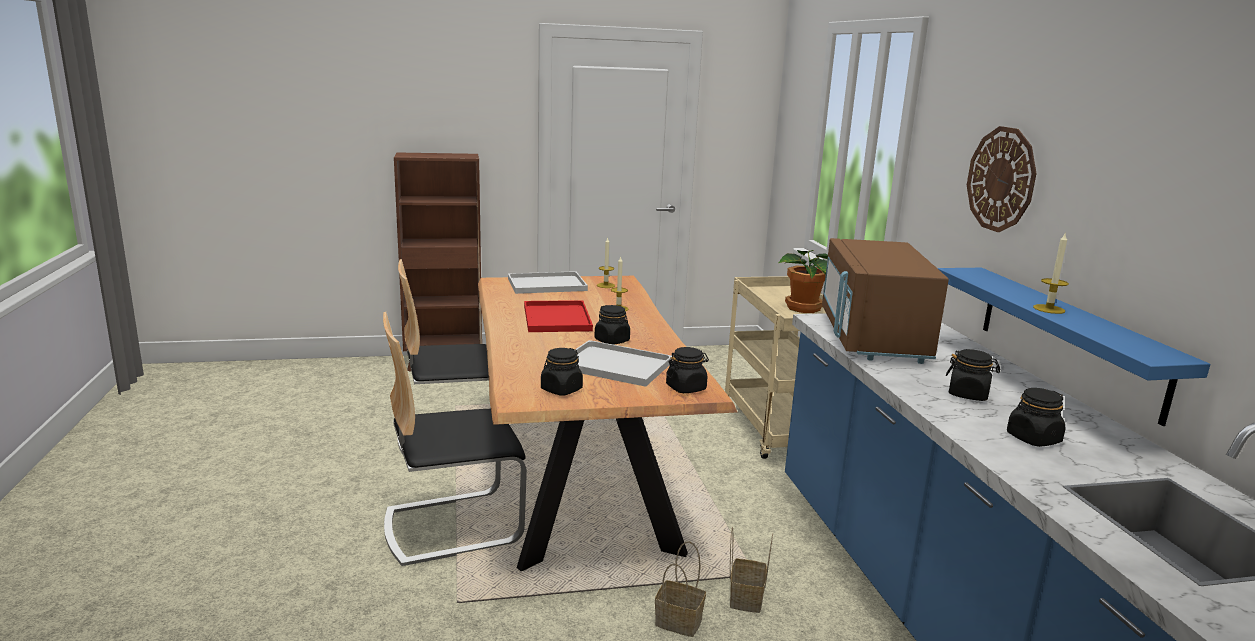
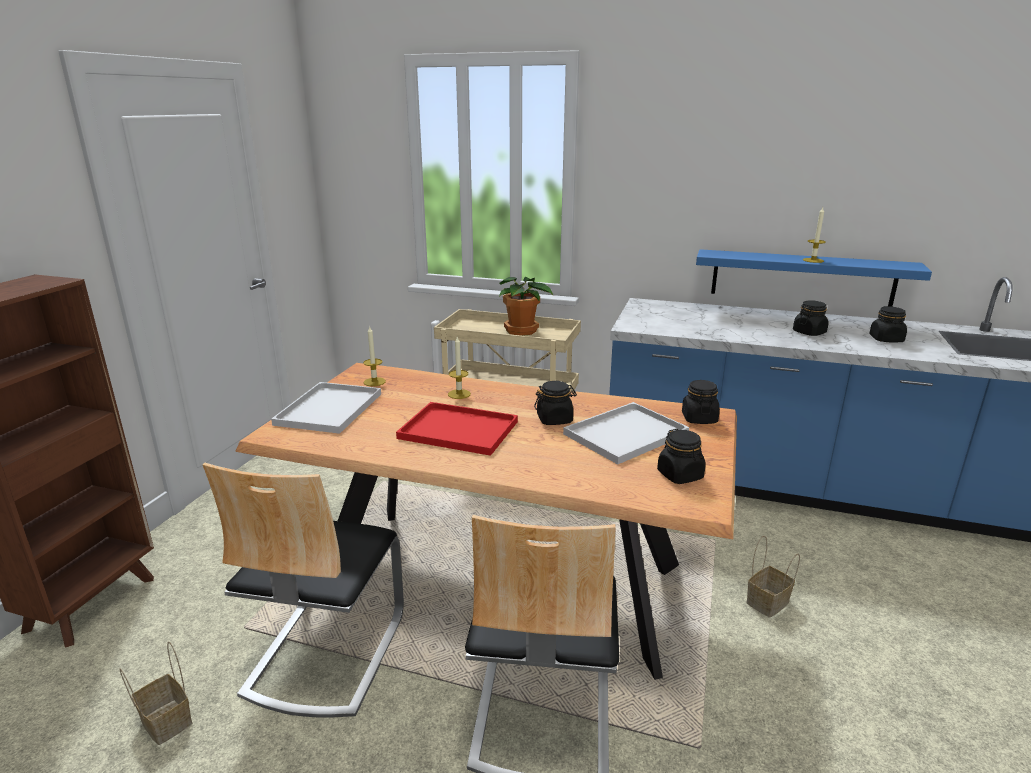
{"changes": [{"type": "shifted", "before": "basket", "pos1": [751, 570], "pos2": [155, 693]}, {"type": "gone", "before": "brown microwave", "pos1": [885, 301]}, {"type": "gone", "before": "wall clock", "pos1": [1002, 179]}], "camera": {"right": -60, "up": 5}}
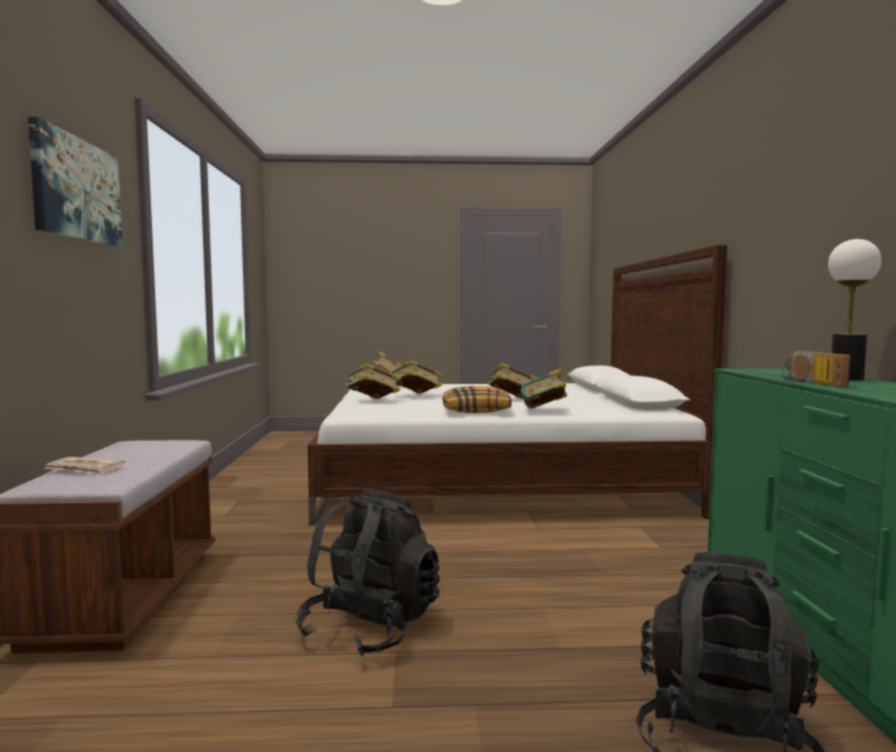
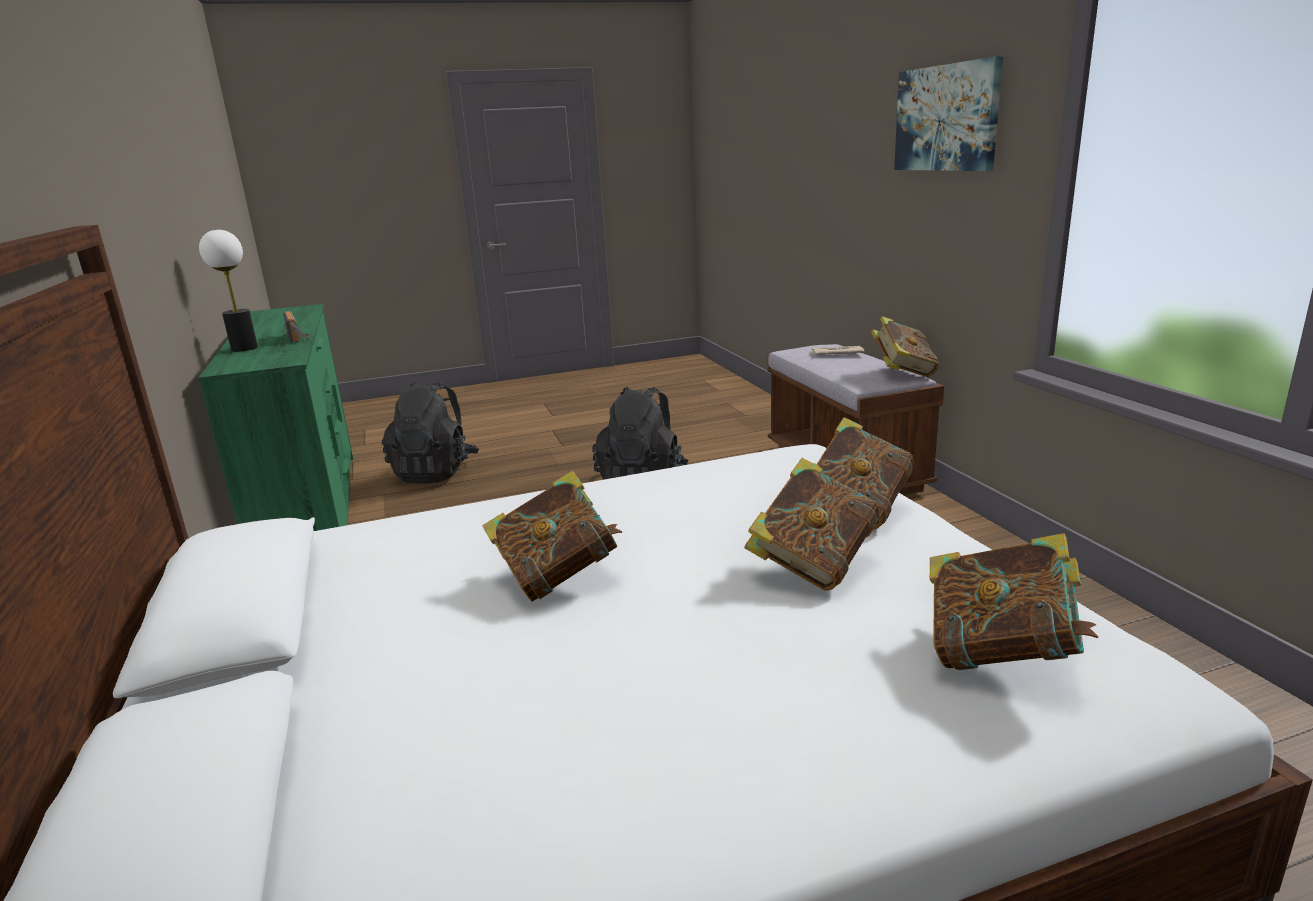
{"changes": [{"type": "gone", "before": "pillow", "pos1": [477, 399]}, {"type": "shifted", "before": "book", "pos1": [544, 389], "pos2": [905, 346]}], "camera": {"right": 165, "up": 15}}
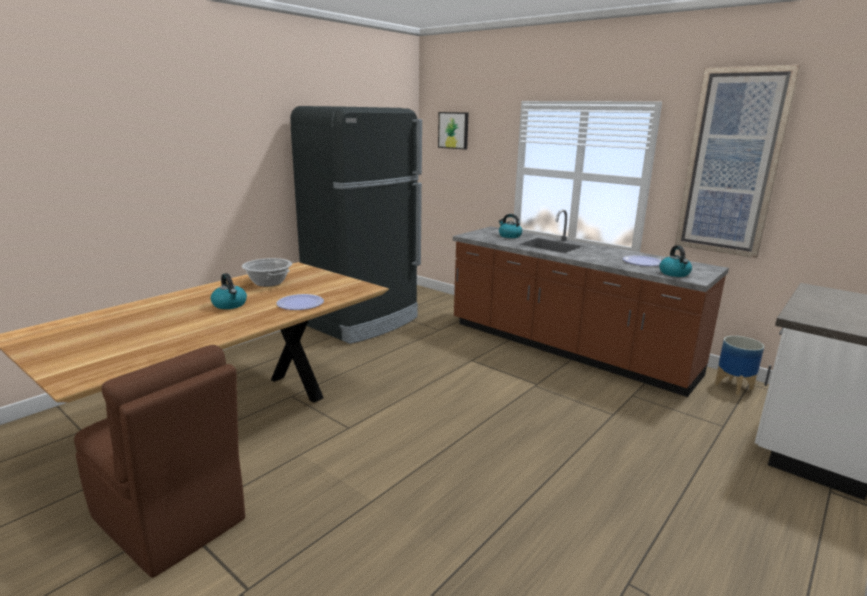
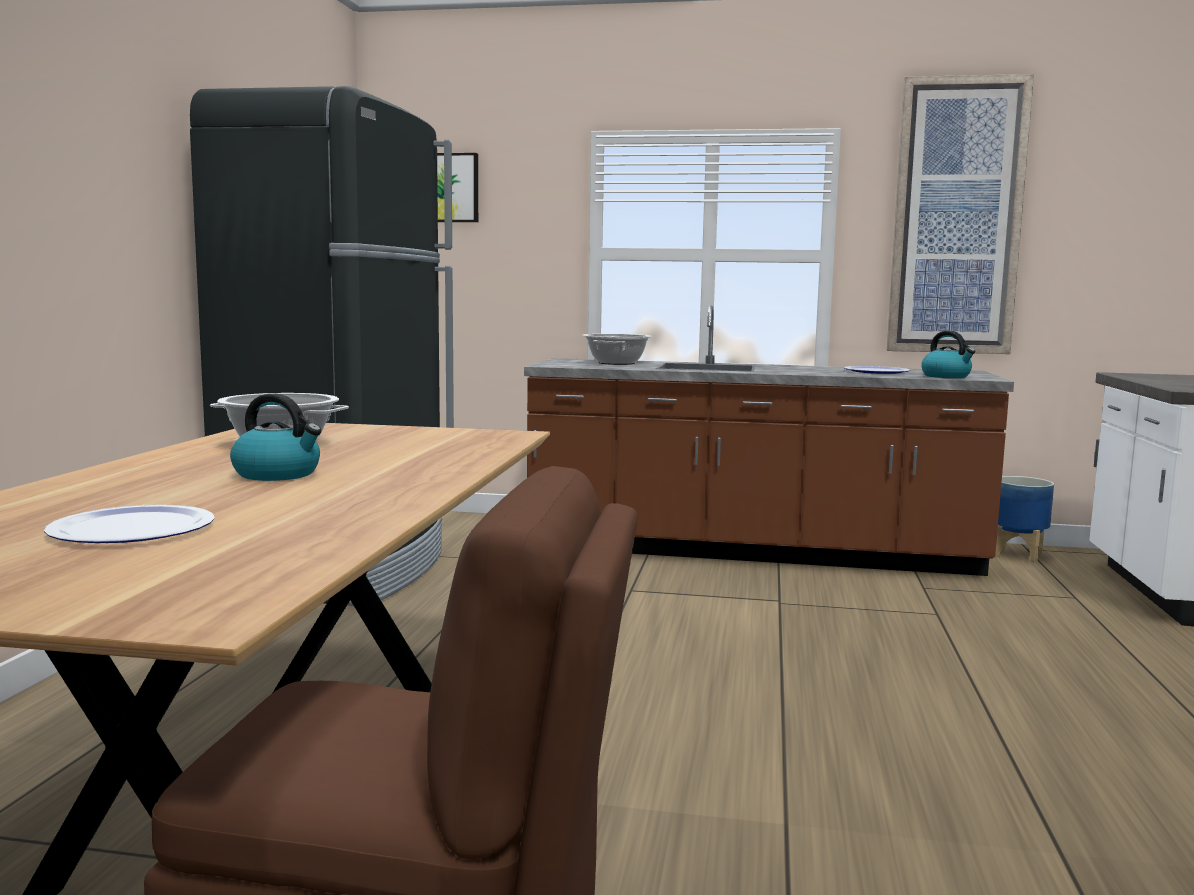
{"changes": [{"type": "shifted", "before": "plate", "pos1": [300, 302], "pos2": [129, 524]}, {"type": "swapped", "before": "kettle", "after": "cooking pot", "pos1": [510, 226], "pos2": [617, 349]}], "camera": {"right": -30, "up": -10}}
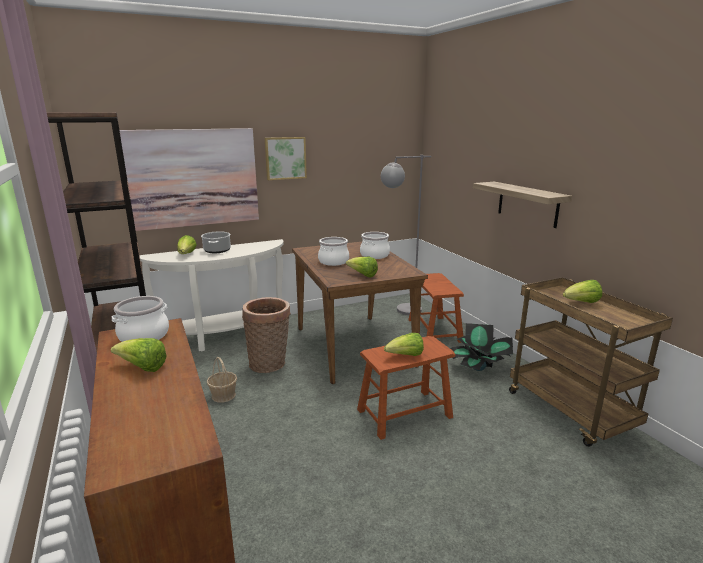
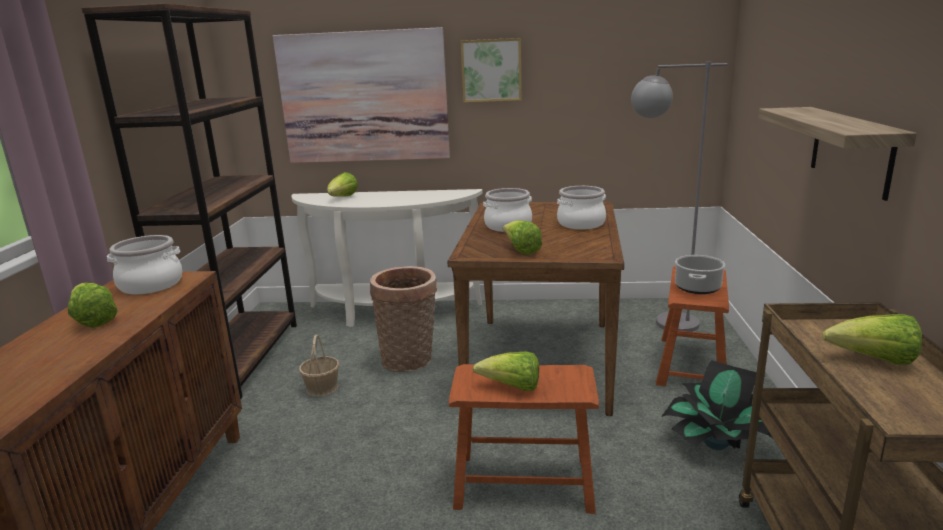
{"changes": [{"type": "shifted", "before": "cooking pot", "pos1": [216, 242], "pos2": [700, 274]}], "camera": {"right": 30, "up": 0}}
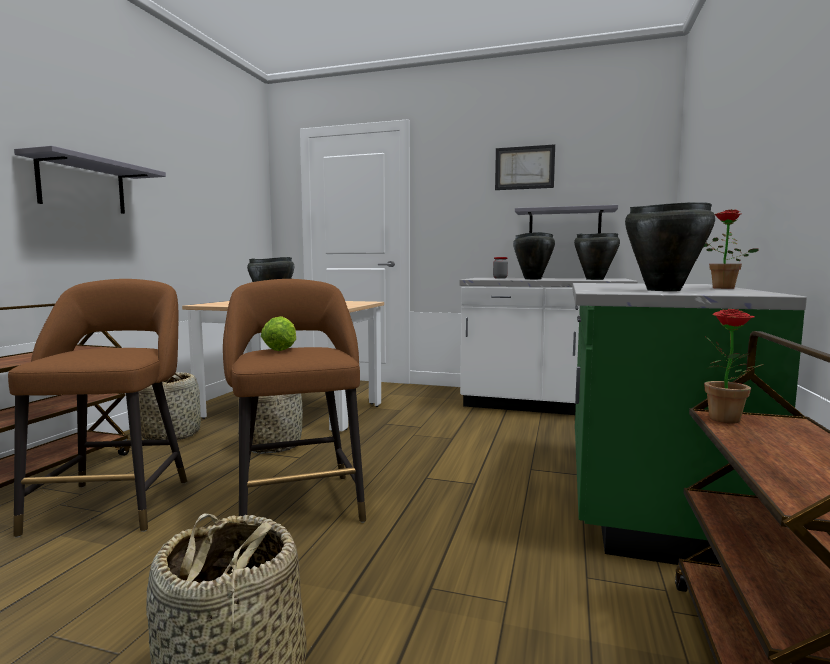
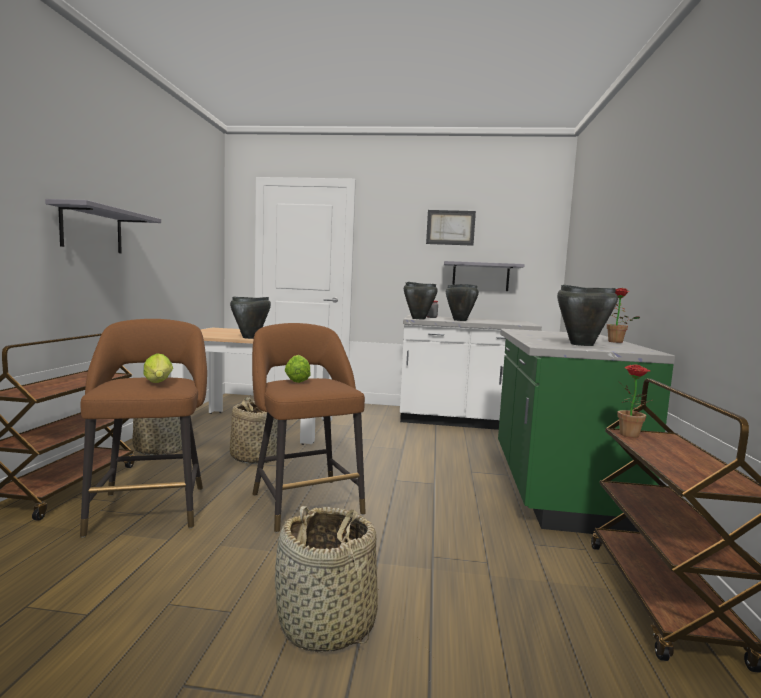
{"changes": [{"type": "shifted", "before": "black cooking pot", "pos1": [597, 256], "pos2": [421, 300]}, {"type": "new", "after": "lettuce", "pos2": [158, 368]}], "camera": {"right": -10, "up": 0}}
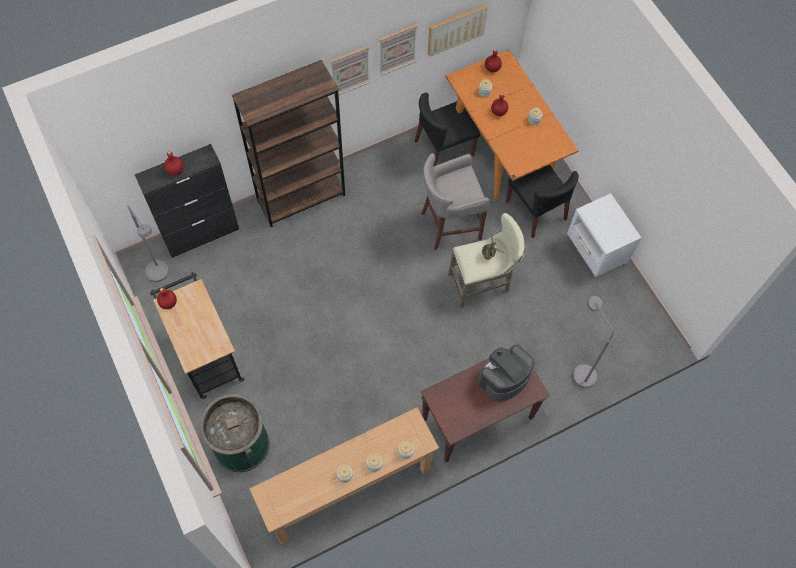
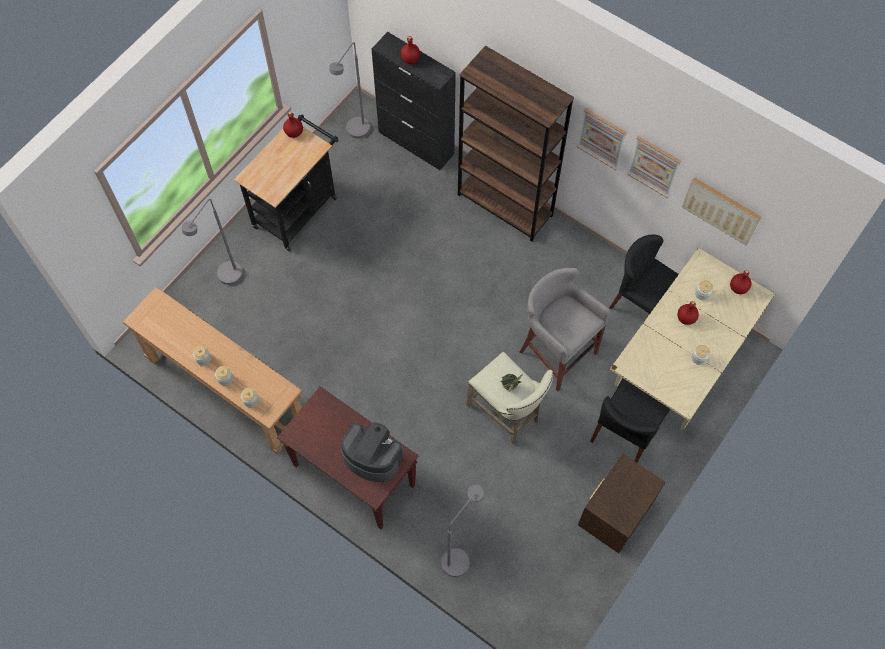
{"changes": [{"type": "swapped", "before": "green trash can", "after": "grey floor lamp", "pos1": [235, 433], "pos2": [212, 242]}, {"type": "repainted", "before": "orange dining table", "after": "beige dining table", "pos1": [512, 125], "pos2": [692, 339]}, {"type": "repainted", "before": "white nightstand", "after": "brown nightstand", "pos1": [604, 235], "pos2": [622, 503]}], "camera": {"right": 65, "up": 0}}
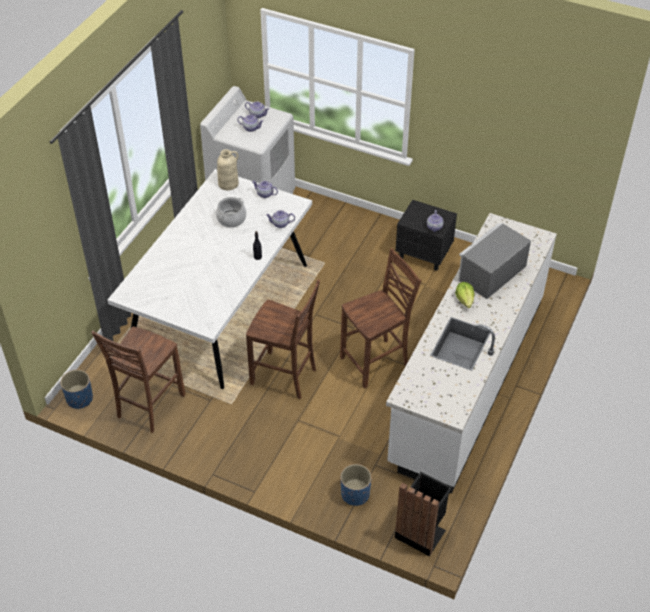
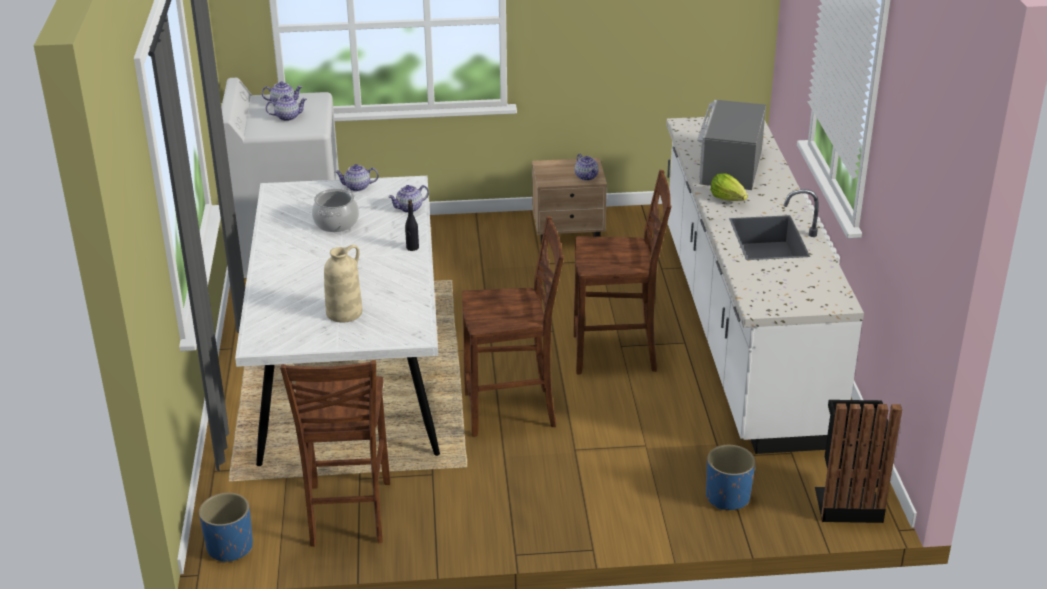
{"changes": [{"type": "shifted", "before": "beige vase", "pos1": [228, 169], "pos2": [343, 284]}, {"type": "rotated", "before": "brown chair", "pos1": [380, 318], "pos2": [622, 272], "turn": 60}, {"type": "repainted", "before": "black nightstand", "after": "beige nightstand", "pos1": [426, 235], "pos2": [569, 200]}], "camera": {"right": -30, "up": -15}}
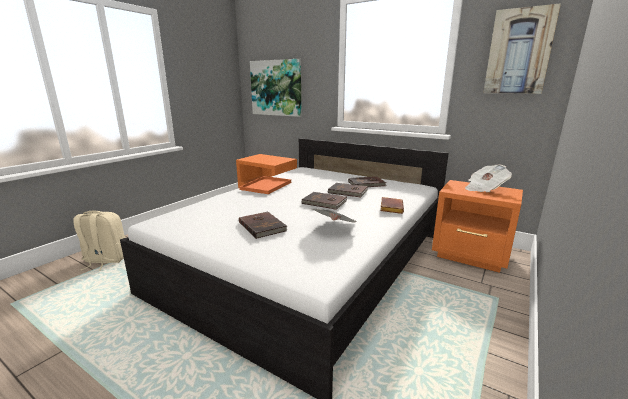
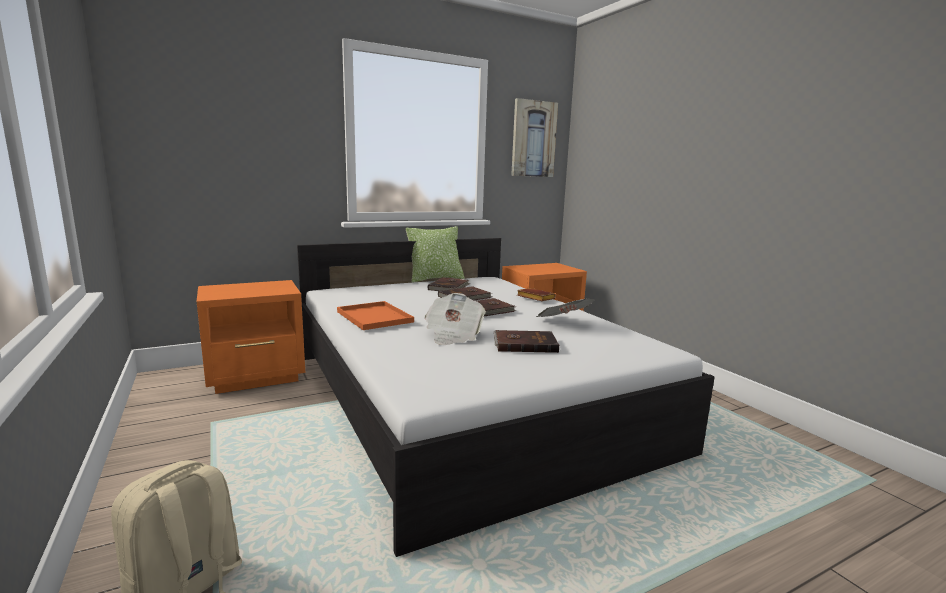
{"changes": [{"type": "gone", "before": "picture", "pos1": [276, 88]}, {"type": "shifted", "before": "newspaper", "pos1": [488, 178], "pos2": [455, 319]}, {"type": "new", "after": "pillow", "pos2": [435, 254]}], "camera": {"right": -60, "up": -5}}
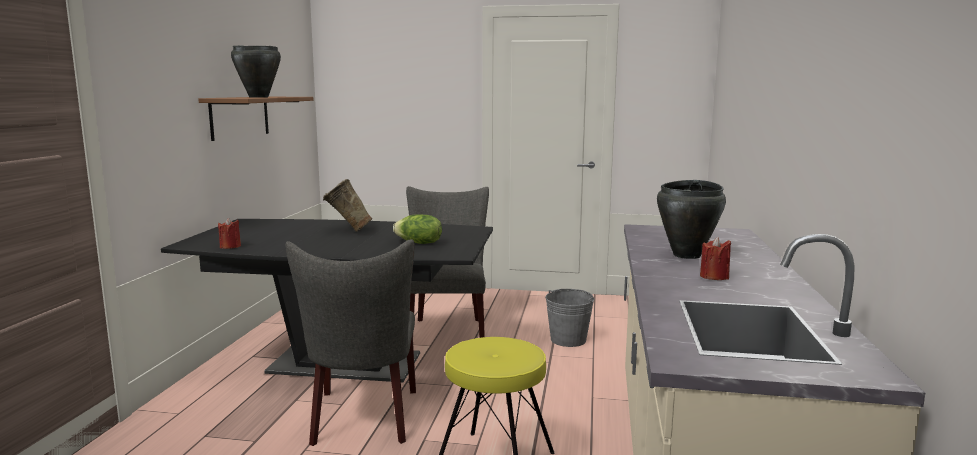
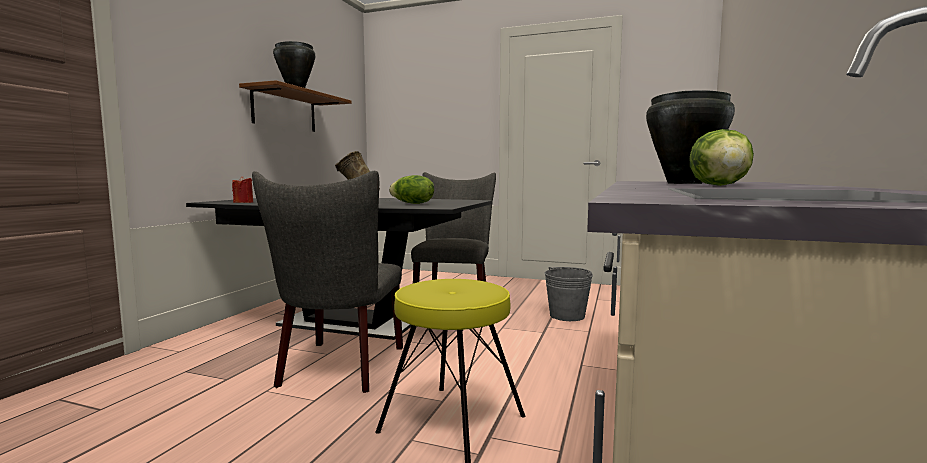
{"changes": [{"type": "swapped", "before": "red candle", "after": "lettuce", "pos1": [715, 258], "pos2": [721, 157]}], "camera": {"right": 10, "up": -5}}
